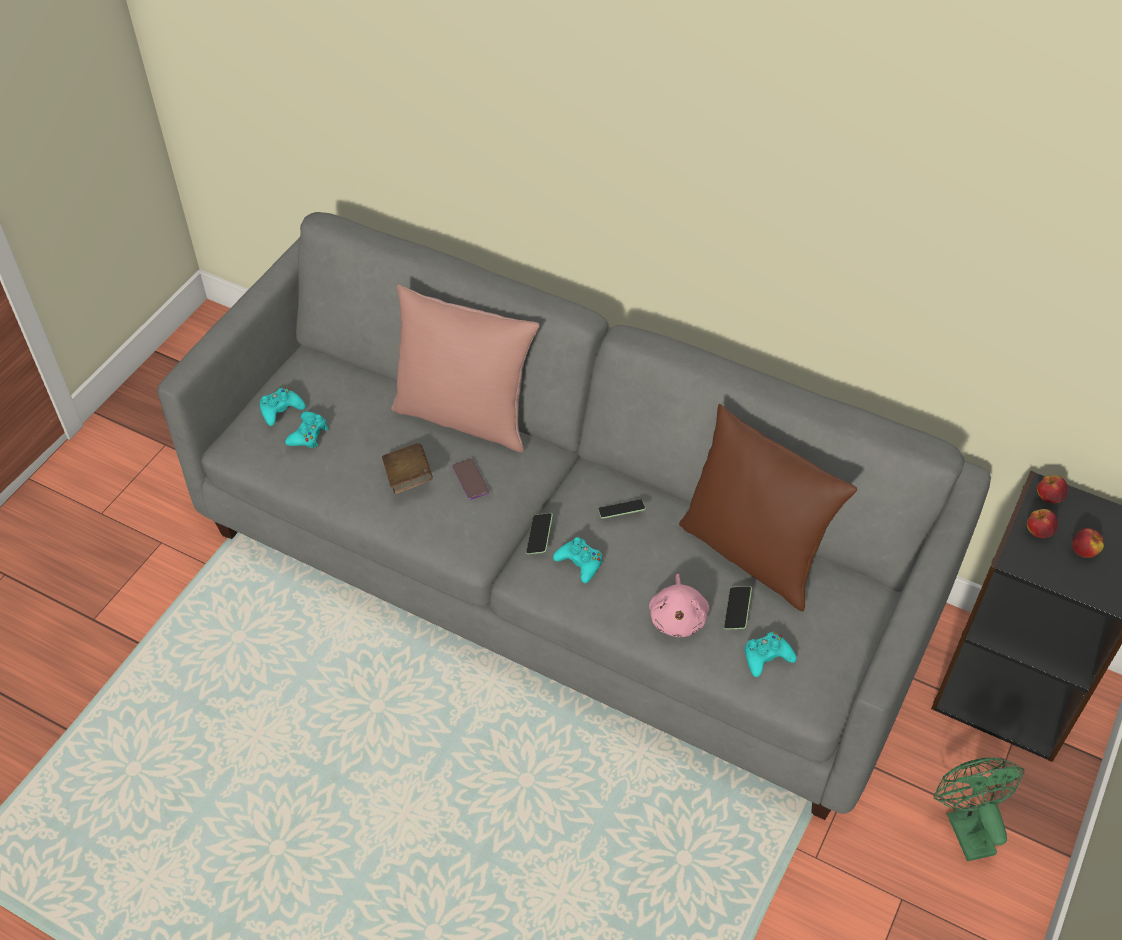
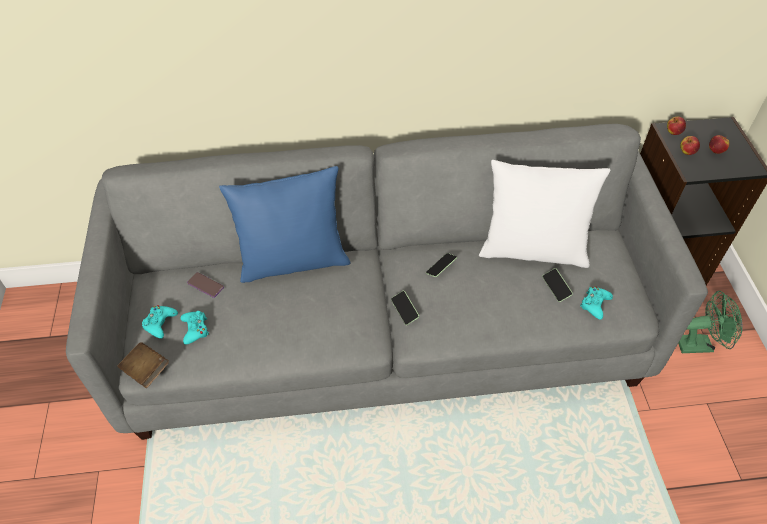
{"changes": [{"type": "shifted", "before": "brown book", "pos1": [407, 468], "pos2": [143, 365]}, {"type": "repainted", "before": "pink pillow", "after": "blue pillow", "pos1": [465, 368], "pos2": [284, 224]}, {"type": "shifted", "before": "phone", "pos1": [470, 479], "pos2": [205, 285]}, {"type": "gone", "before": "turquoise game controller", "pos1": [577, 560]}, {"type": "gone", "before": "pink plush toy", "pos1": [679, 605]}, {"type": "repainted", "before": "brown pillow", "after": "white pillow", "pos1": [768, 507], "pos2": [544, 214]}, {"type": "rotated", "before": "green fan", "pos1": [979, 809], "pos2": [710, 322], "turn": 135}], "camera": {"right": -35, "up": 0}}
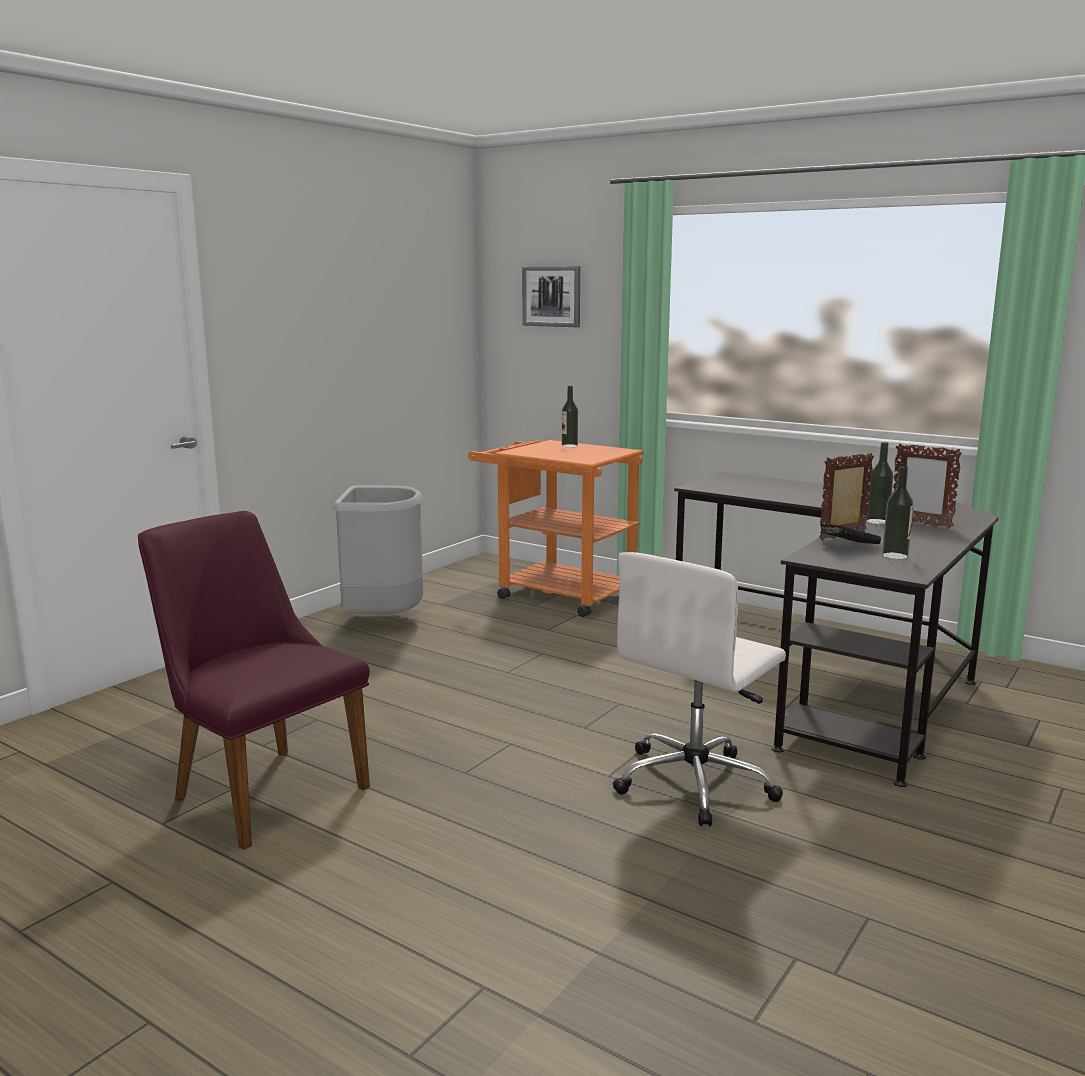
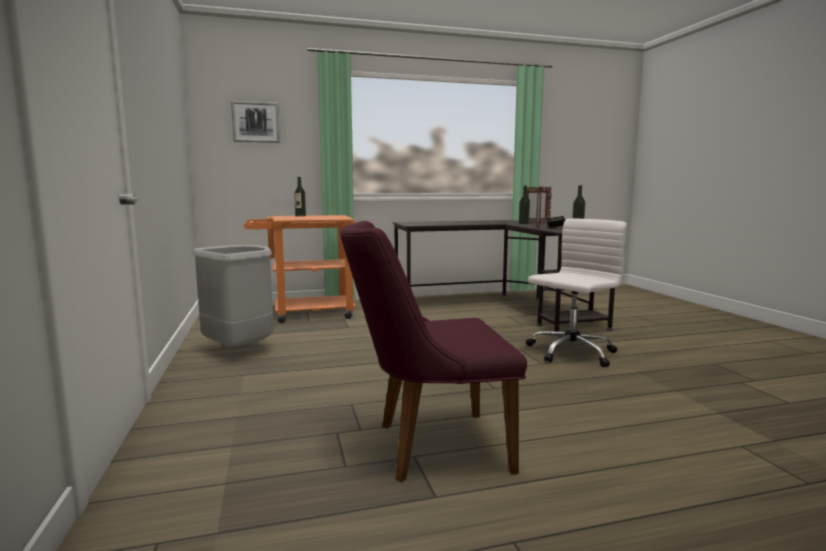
{"changes": [{"type": "rotated", "before": "white office chair", "pos1": [699, 689], "pos2": [576, 292], "turn": -120}], "camera": {"right": -50, "up": -5}}
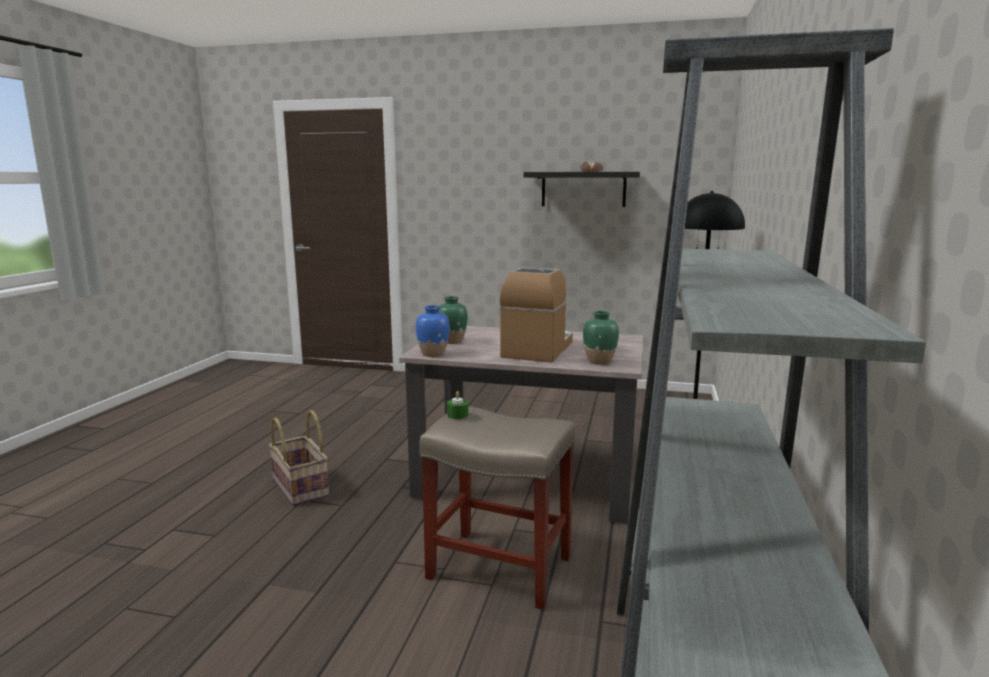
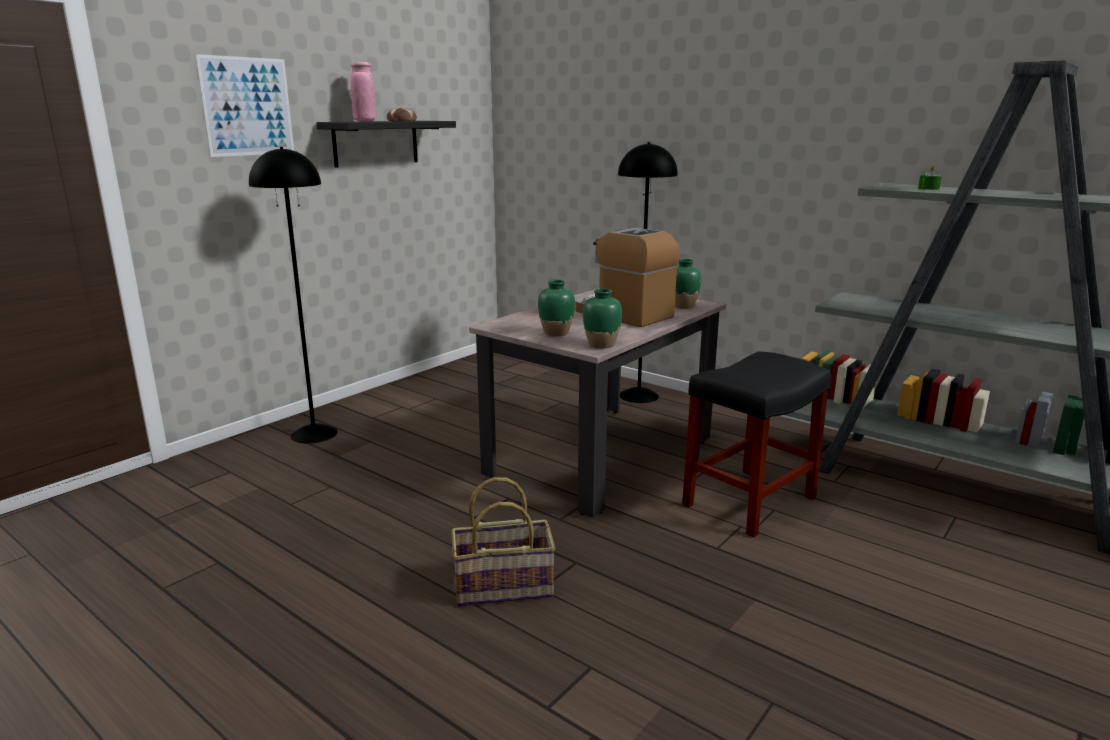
{"changes": [{"type": "repainted", "before": "blue vase", "after": "green vase", "pos1": [432, 331], "pos2": [602, 318]}, {"type": "repainted", "before": "beige stool", "after": "black stool", "pos1": [497, 508], "pos2": [756, 444]}, {"type": "shifted", "before": "green candle", "pos1": [457, 405], "pos2": [930, 177]}, {"type": "new", "after": "picture", "pos2": [244, 105]}, {"type": "new", "after": "black floor lamp", "pos2": [293, 295]}, {"type": "new", "after": "pink vase", "pos2": [363, 91]}], "camera": {"right": -65, "up": 5}}
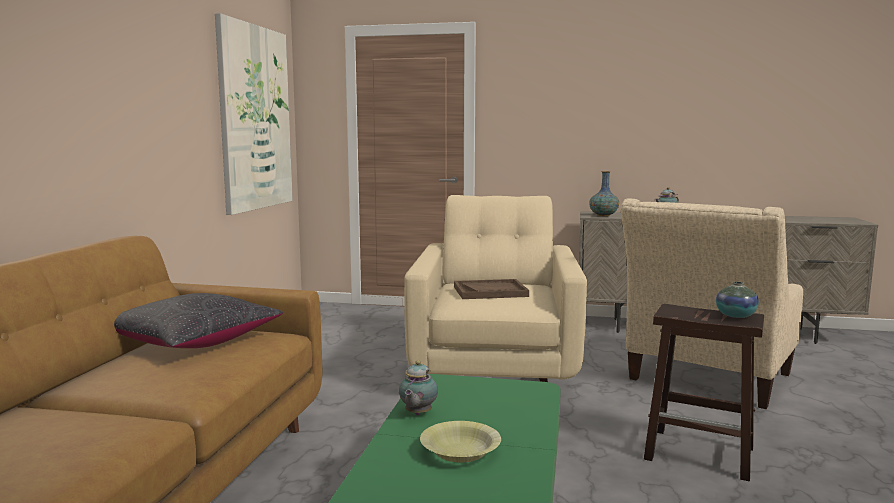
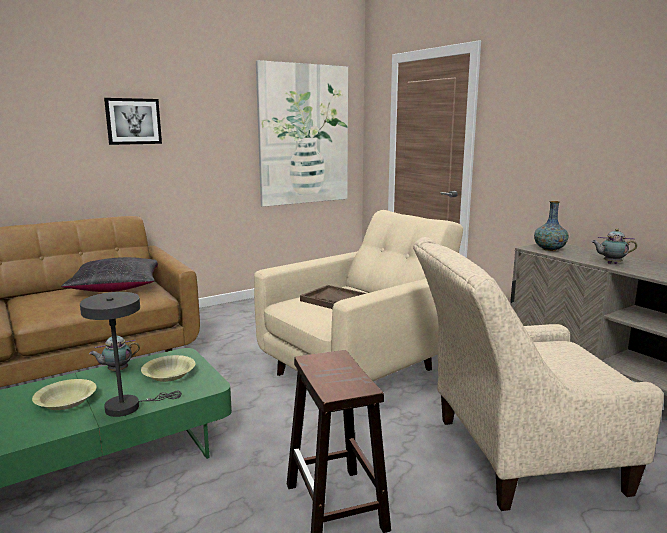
{"changes": [{"type": "gone", "before": "vase", "pos1": [737, 300]}, {"type": "new", "after": "grey table lamp", "pos2": [131, 354]}, {"type": "new", "after": "picture", "pos2": [133, 121]}, {"type": "new", "after": "yellow bowl", "pos2": [168, 368]}], "camera": {"right": 45, "up": 5}}
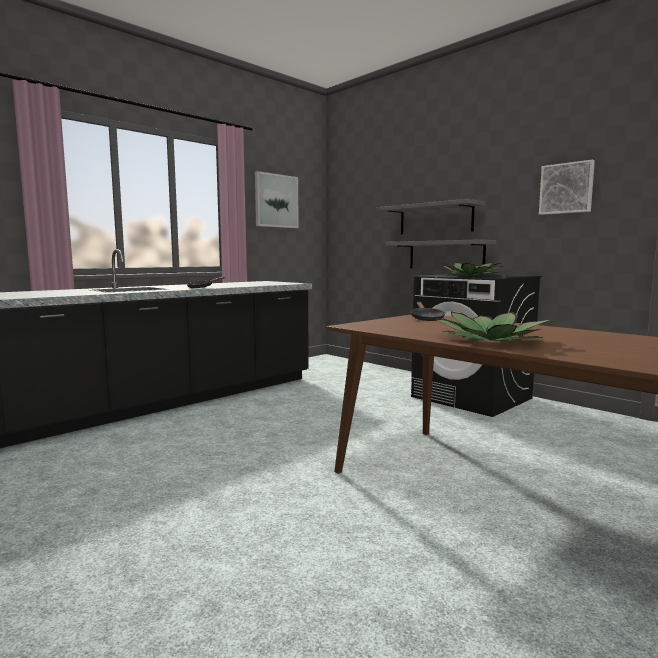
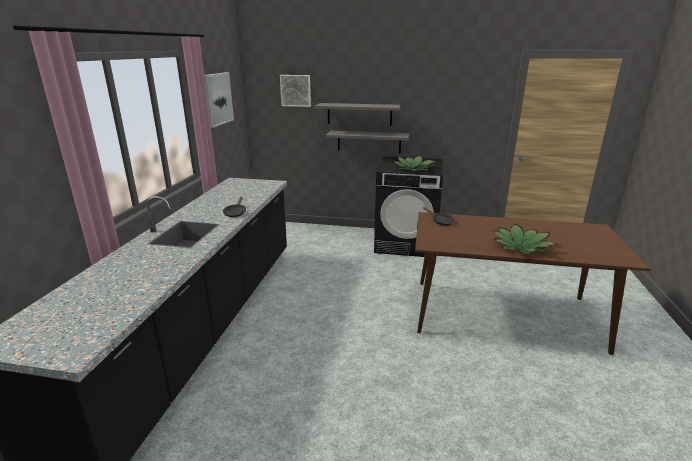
{"changes": [{"type": "shifted", "before": "picture", "pos1": [567, 187], "pos2": [295, 91]}], "camera": {"right": -35, "up": 15}}
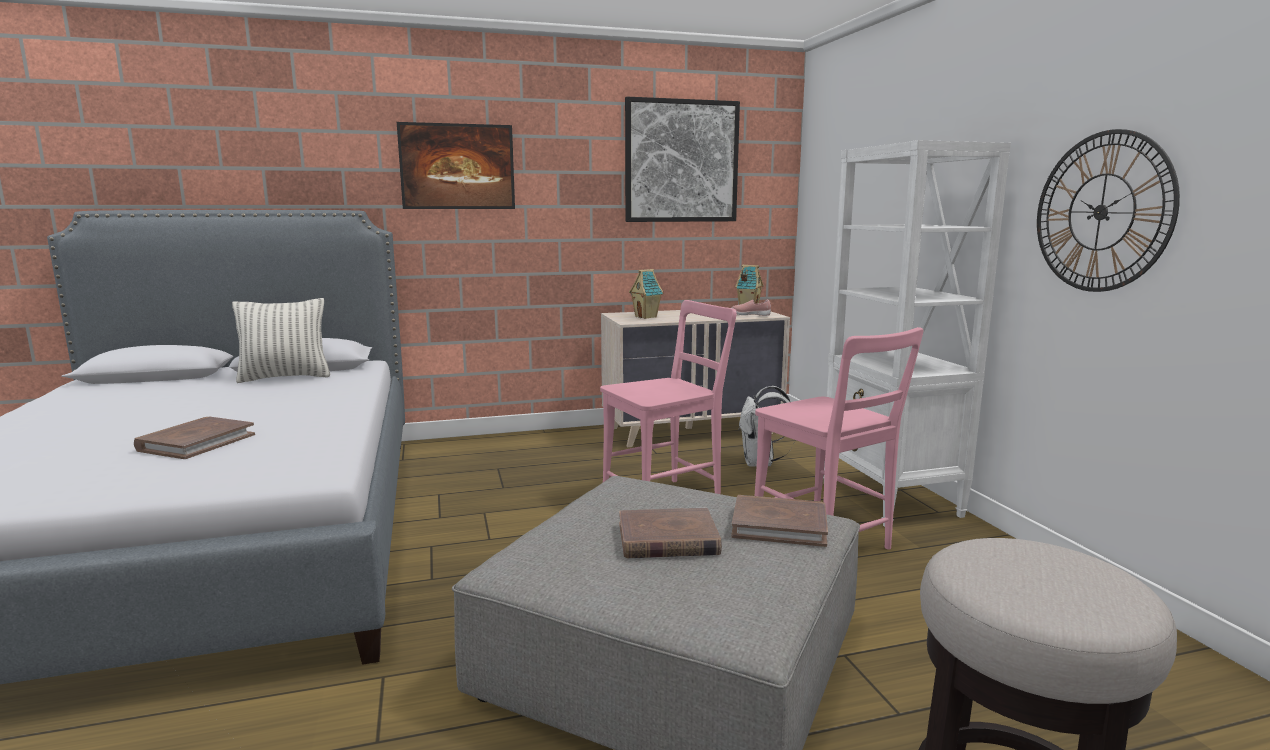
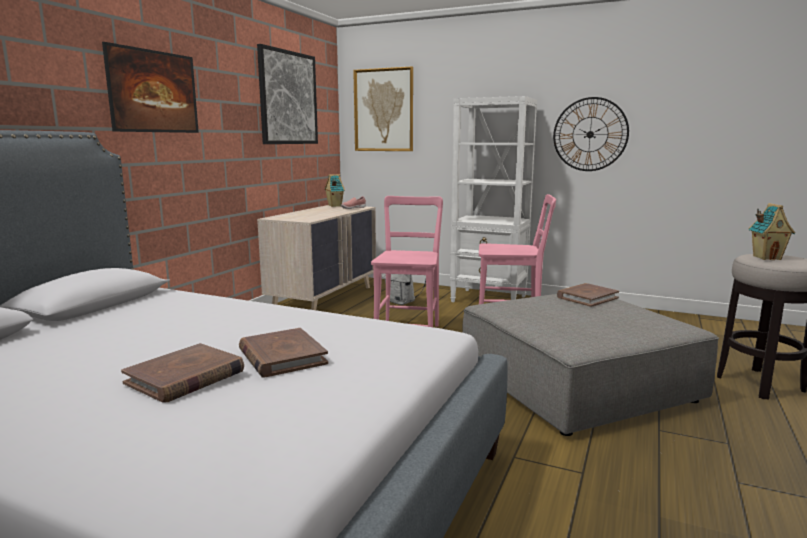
{"changes": [{"type": "gone", "before": "pillow", "pos1": [281, 340]}, {"type": "shifted", "before": "brown book", "pos1": [670, 533], "pos2": [182, 373]}, {"type": "shifted", "before": "toy house", "pos1": [646, 294], "pos2": [772, 231]}, {"type": "new", "after": "picture", "pos2": [383, 108]}], "camera": {"right": -50, "up": 0}}
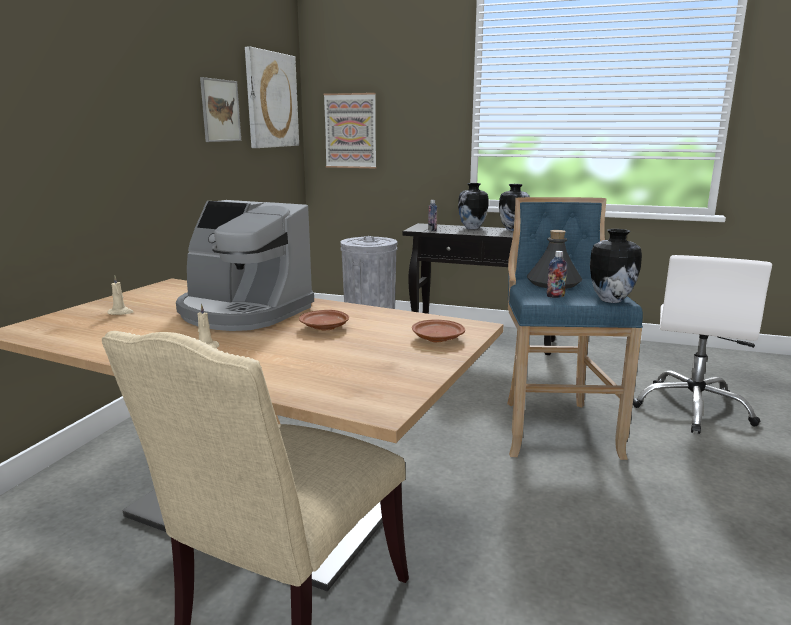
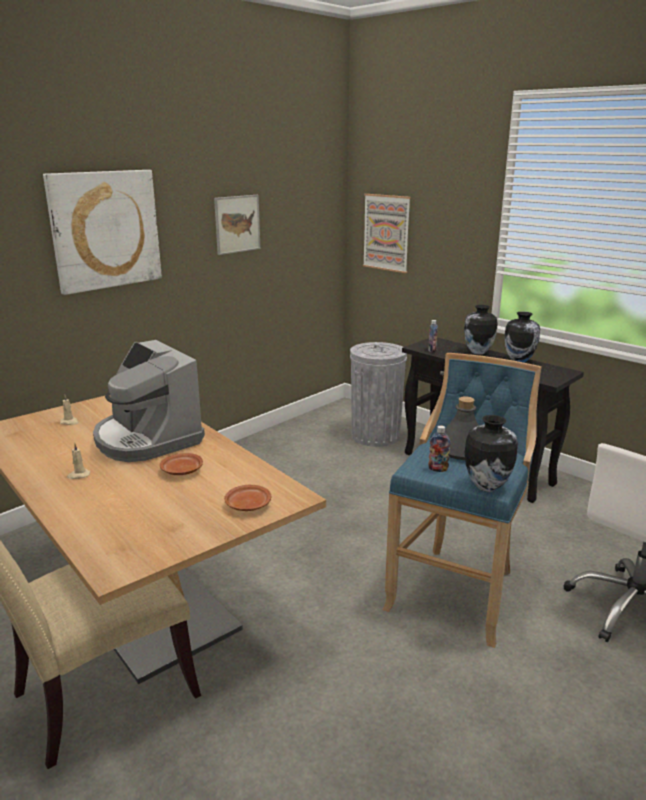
{"changes": [{"type": "shifted", "before": "picture", "pos1": [272, 97], "pos2": [102, 232]}], "camera": {"right": 25, "up": 5}}
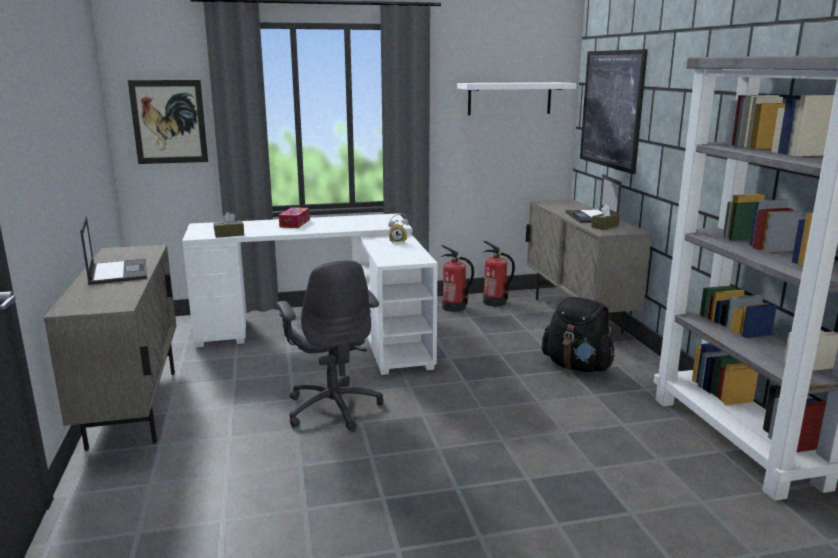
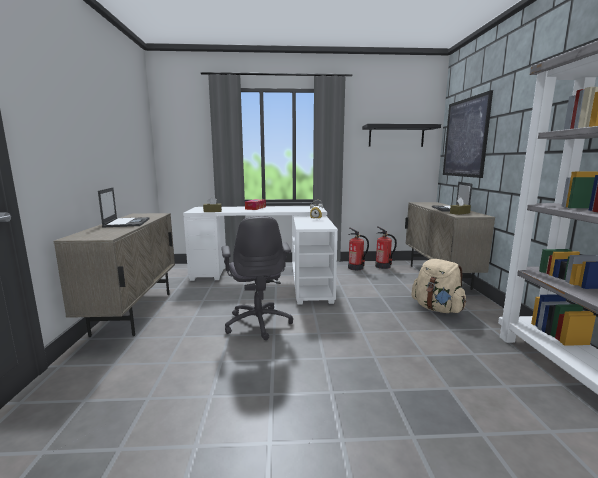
{"changes": [{"type": "gone", "before": "picture", "pos1": [168, 122]}, {"type": "repainted", "before": "white shelf", "after": "black shelf", "pos1": [517, 98], "pos2": [401, 135]}, {"type": "repainted", "before": "black backpack", "after": "beige backpack", "pos1": [578, 334], "pos2": [438, 286]}], "camera": {"right": 10, "up": -5}}
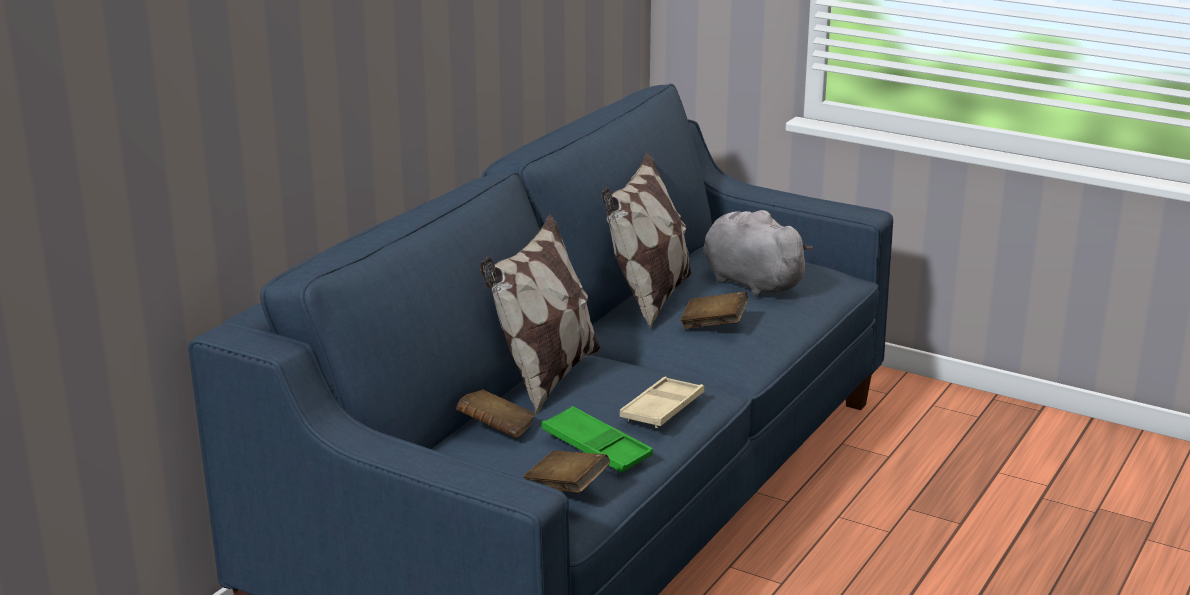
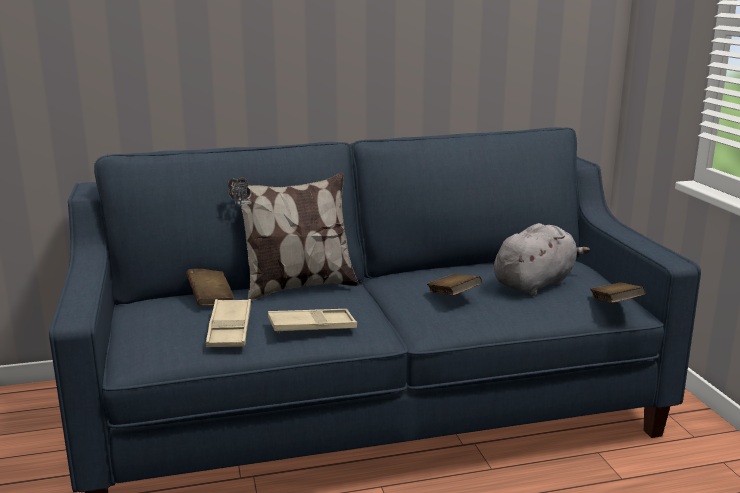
{"changes": [{"type": "shifted", "before": "brown book", "pos1": [566, 472], "pos2": [618, 293]}, {"type": "repainted", "before": "green tray", "after": "beige tray", "pos1": [597, 439], "pos2": [228, 323]}, {"type": "gone", "before": "pillow", "pos1": [646, 241]}, {"type": "rotated", "before": "grey plush toy", "pos1": [758, 253], "pos2": [542, 259], "turn": 45}], "camera": {"right": 45, "up": -5}}
